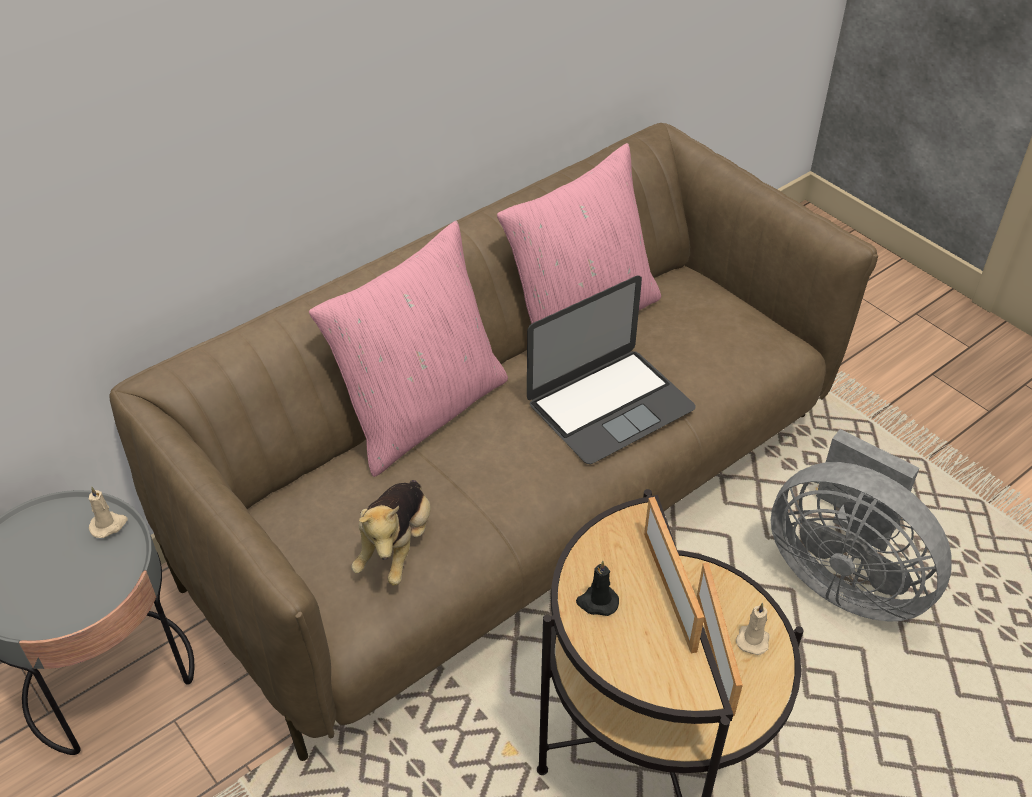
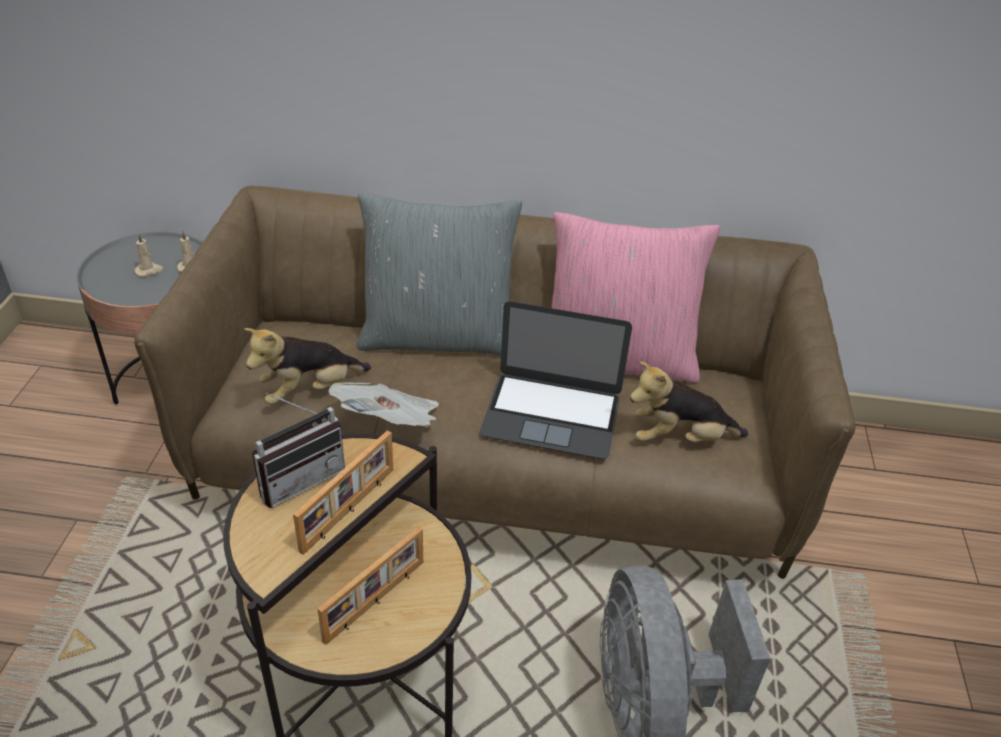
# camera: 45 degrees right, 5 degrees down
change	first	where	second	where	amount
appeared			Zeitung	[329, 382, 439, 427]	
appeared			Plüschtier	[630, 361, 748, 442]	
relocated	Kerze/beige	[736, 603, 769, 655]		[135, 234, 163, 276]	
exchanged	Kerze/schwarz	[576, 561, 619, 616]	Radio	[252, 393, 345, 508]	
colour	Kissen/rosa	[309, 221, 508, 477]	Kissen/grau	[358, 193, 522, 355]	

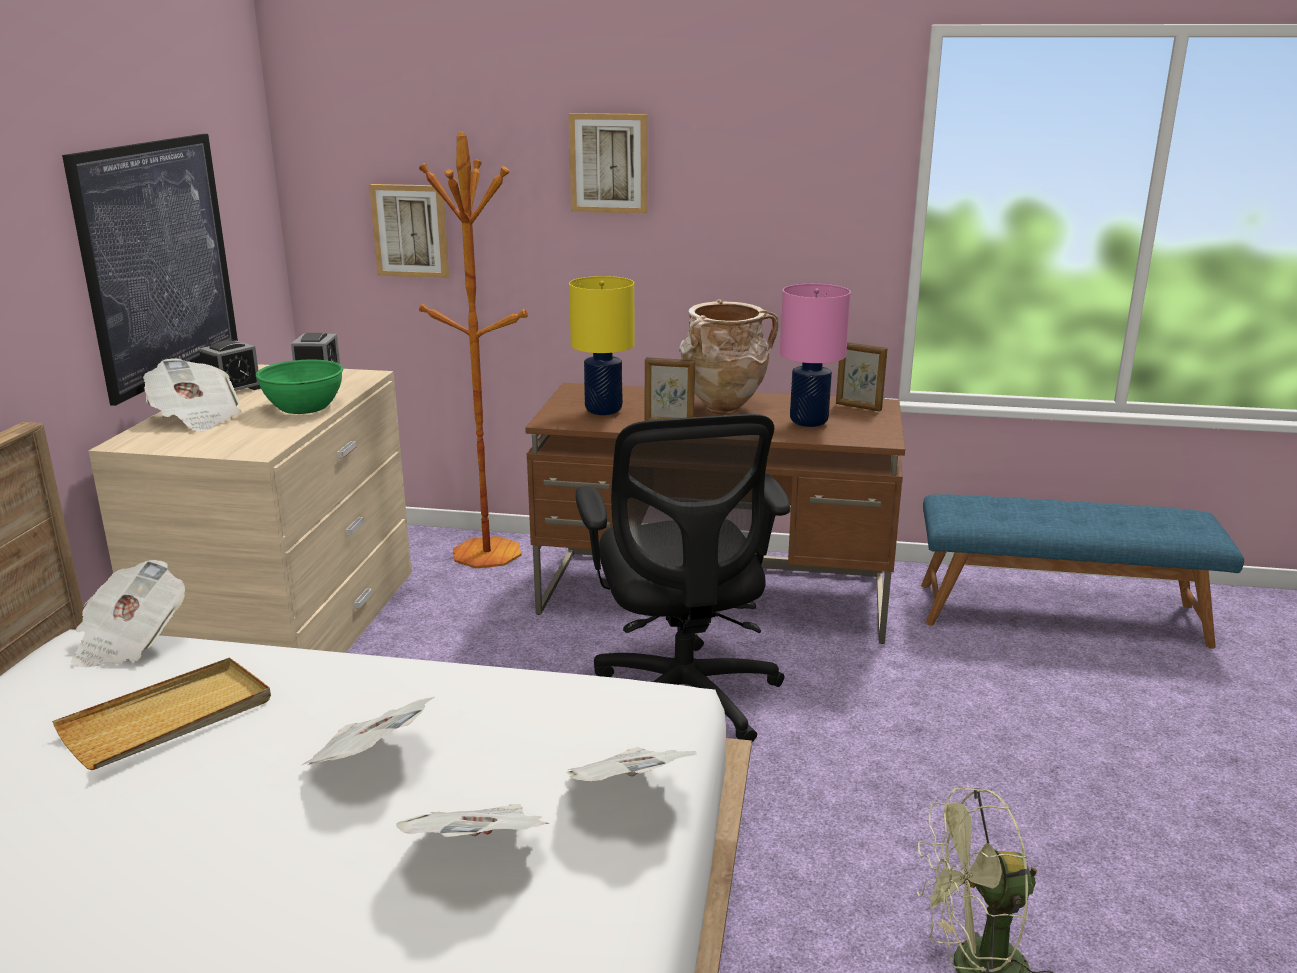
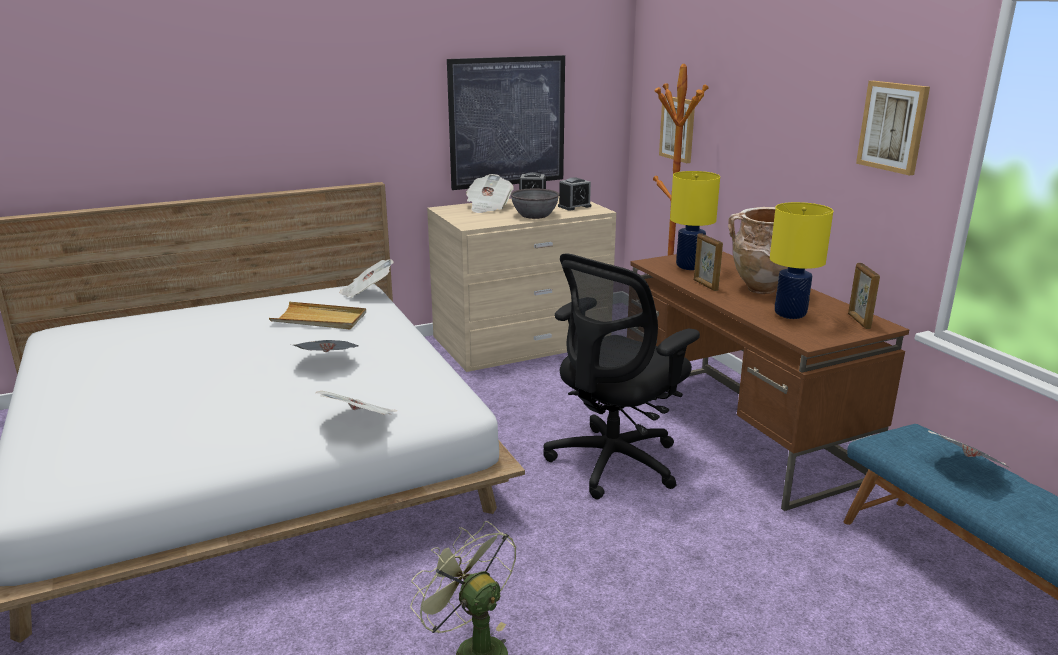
# camera: 55 degrees right, 0 degrees up
change	first	where	second	where	amount
relocated	Zeitung	[396, 804, 549, 837]		[928, 431, 1010, 468]	
relocated	Bild	[569, 113, 648, 214]		[856, 81, 930, 176]	
colour	Schüssel/grün	[256, 360, 343, 414]	Schüssel/grau	[510, 188, 559, 219]	
colour	Tischlampe/rosa	[780, 284, 851, 427]	Tischlampe/gelb	[770, 202, 833, 319]	

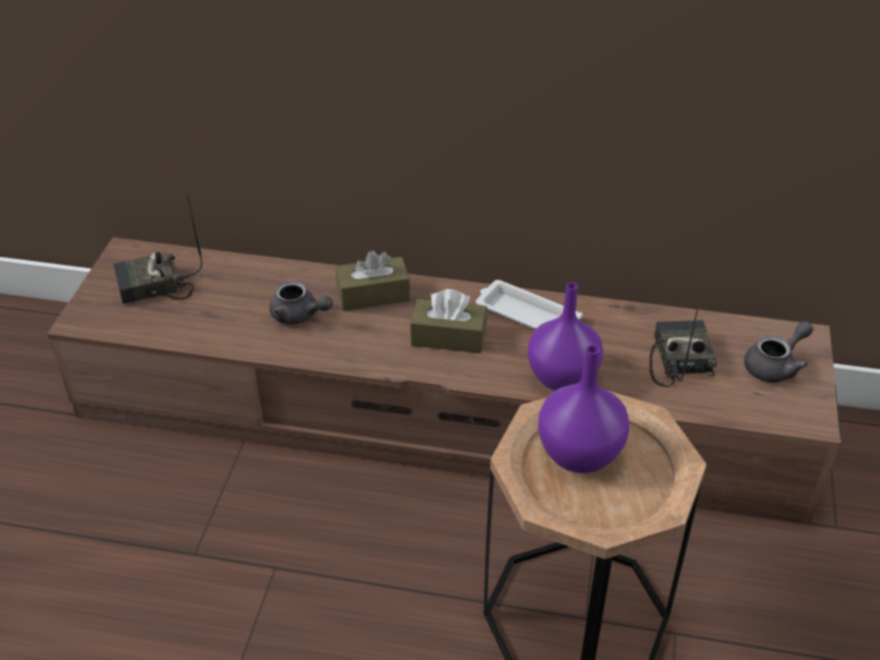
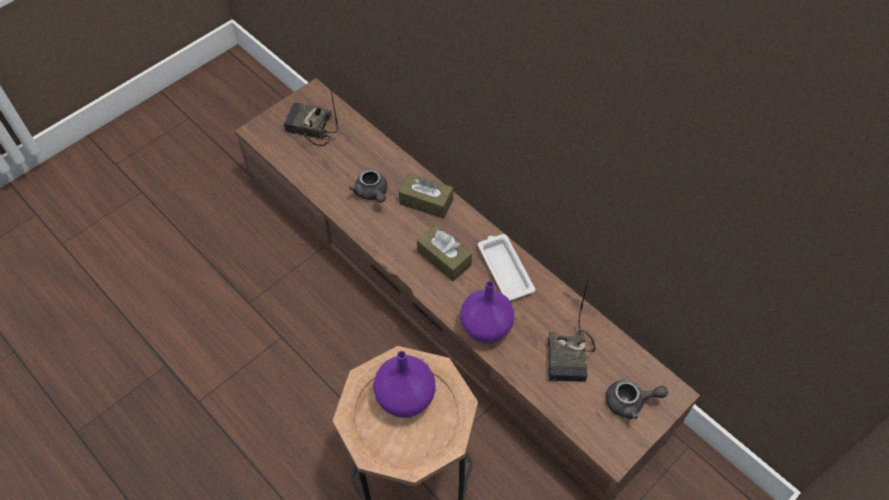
# camera: 35 degrees right, 15 degrees up
change	first	where	second	where	amount
spun	Radio	[649, 304, 717, 387]		[548, 281, 596, 382]	150 degrees clockwise

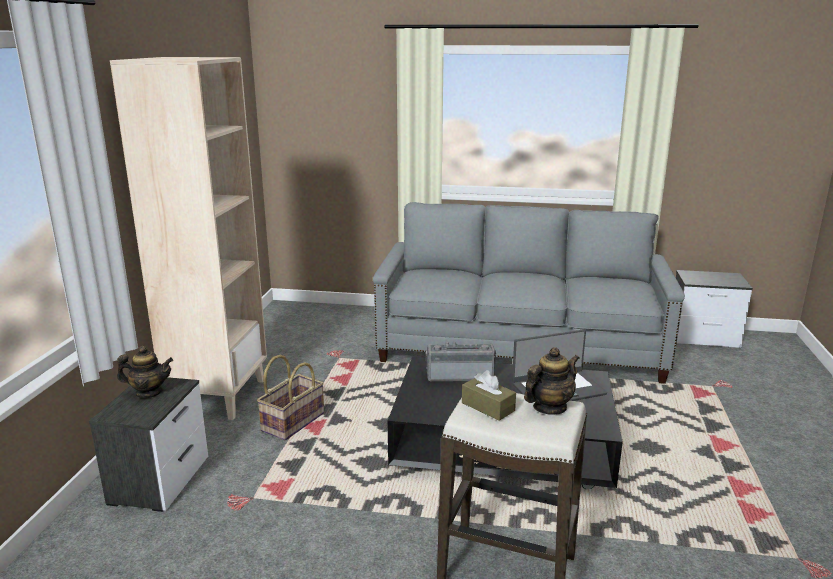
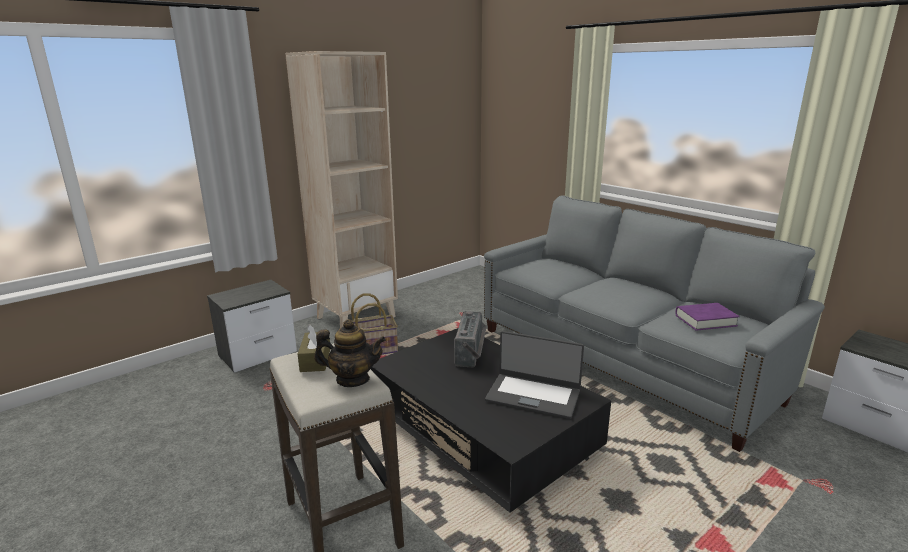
# camera: 40 degrees right, 0 degrees up
change	first	where	second	where	amount
missing	Teekanne	[117, 346, 173, 398]			
appeared			Buch/lila	[675, 303, 740, 331]	
spun	Radio	[426, 342, 496, 381]		[454, 311, 487, 367]	60 degrees clockwise

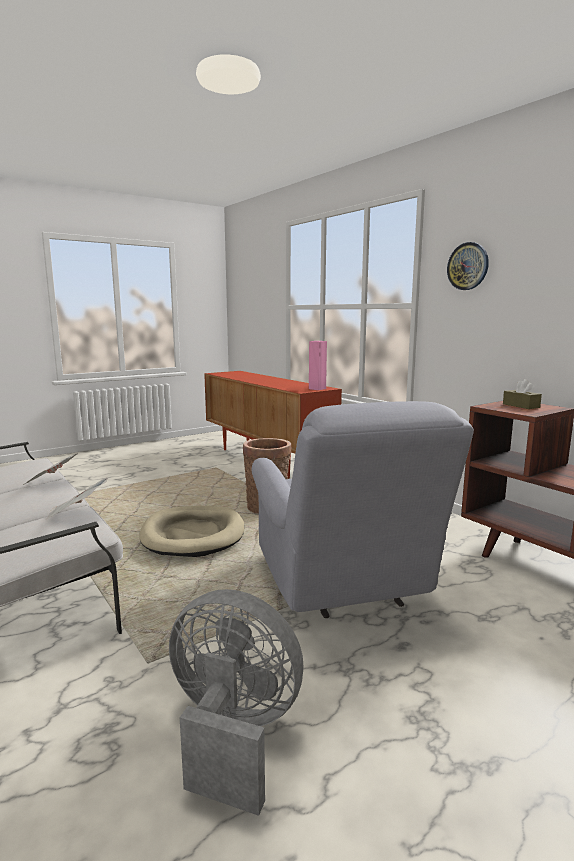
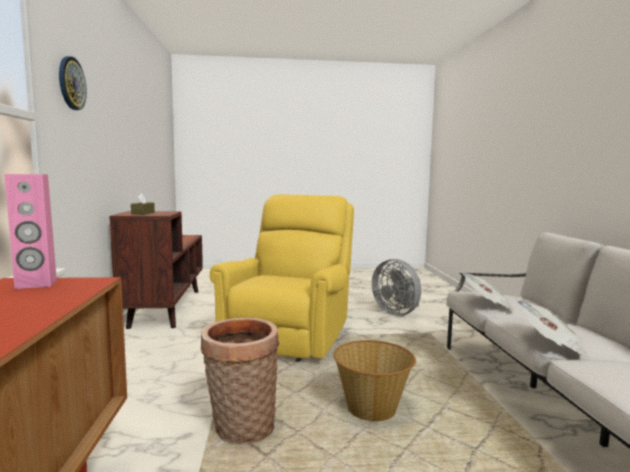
# camera: 150 degrees left, 5 degrees down
change	first	where	second	where	amount
exchanged	Hundebett/beige	[139, 506, 245, 557]	Korb	[333, 340, 416, 421]	
colour	Sessel/grau	[252, 401, 474, 618]	Sessel/gelb	[210, 194, 354, 362]	

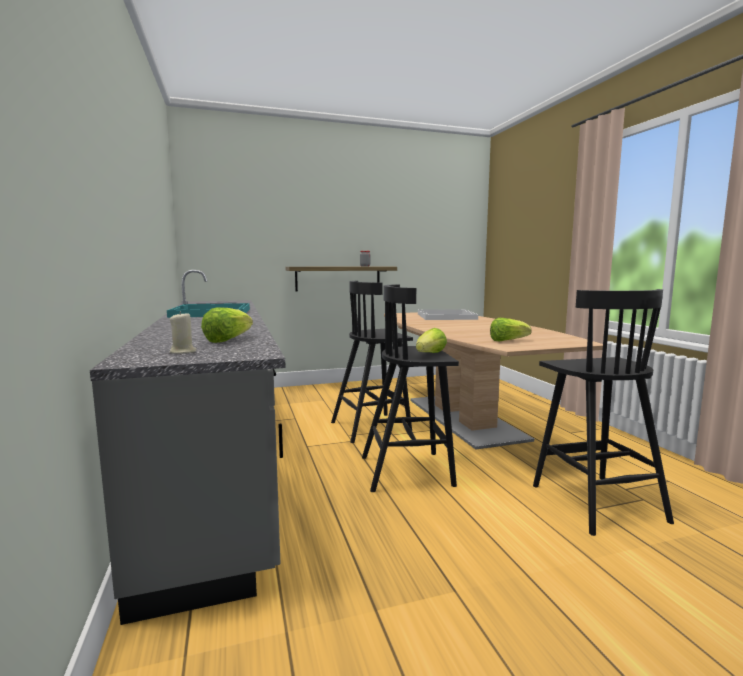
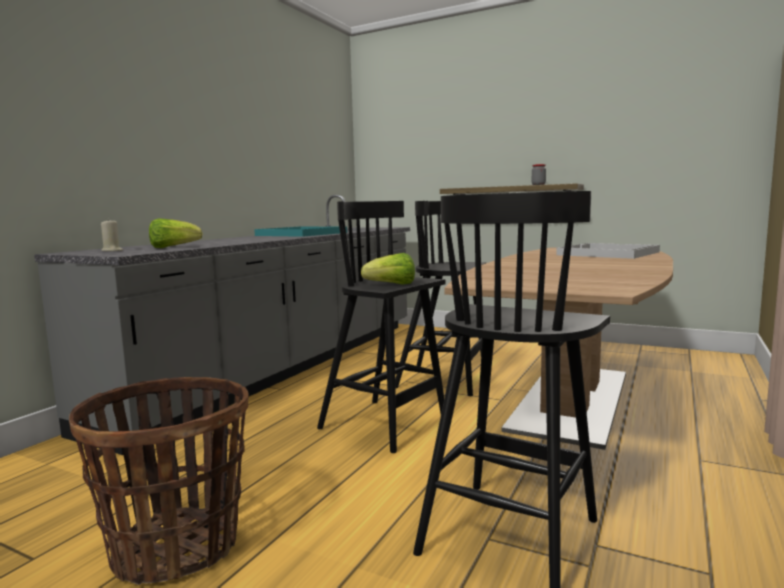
# camera: 45 degrees right, 0 degrees up
change	first	where	second	where	amount
missing	Salatkopf	[490, 318, 532, 341]			
appeared			Korb	[69, 377, 249, 585]	

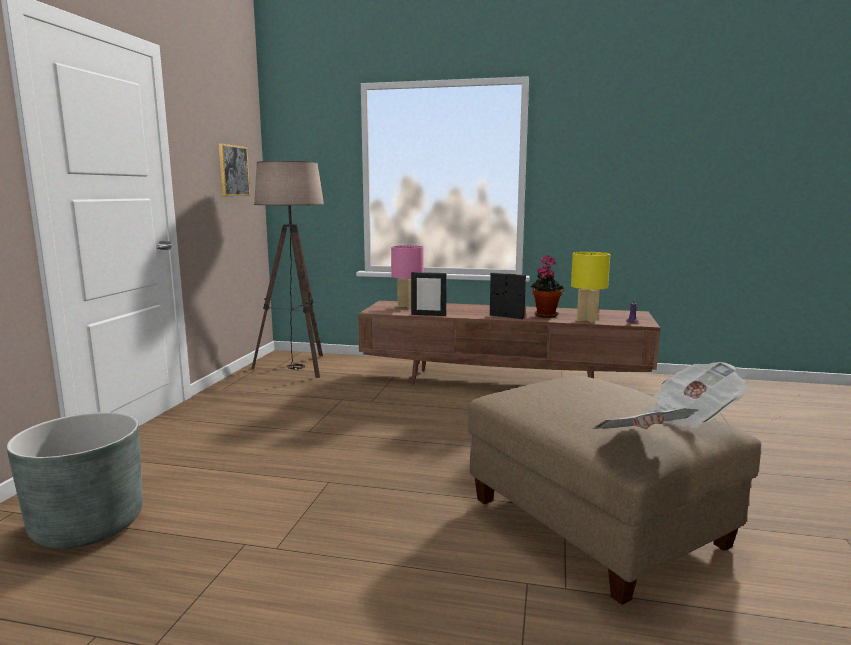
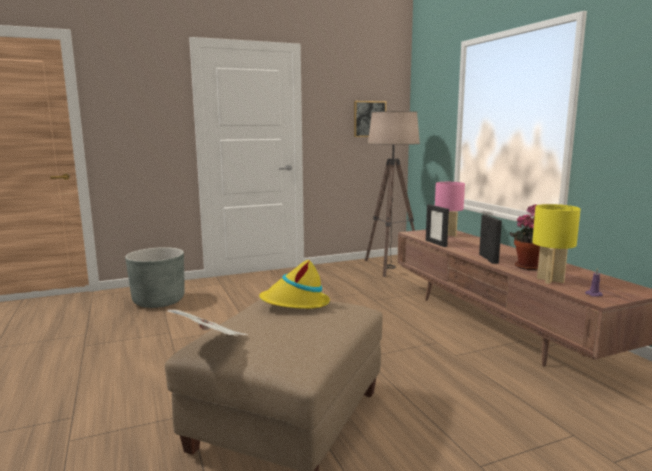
# camera: 55 degrees right, 0 degrees up
change	first	where	second	where	amount
missing	Zeitung	[647, 362, 747, 428]			
appeared			Hut/gelb	[259, 260, 330, 309]	

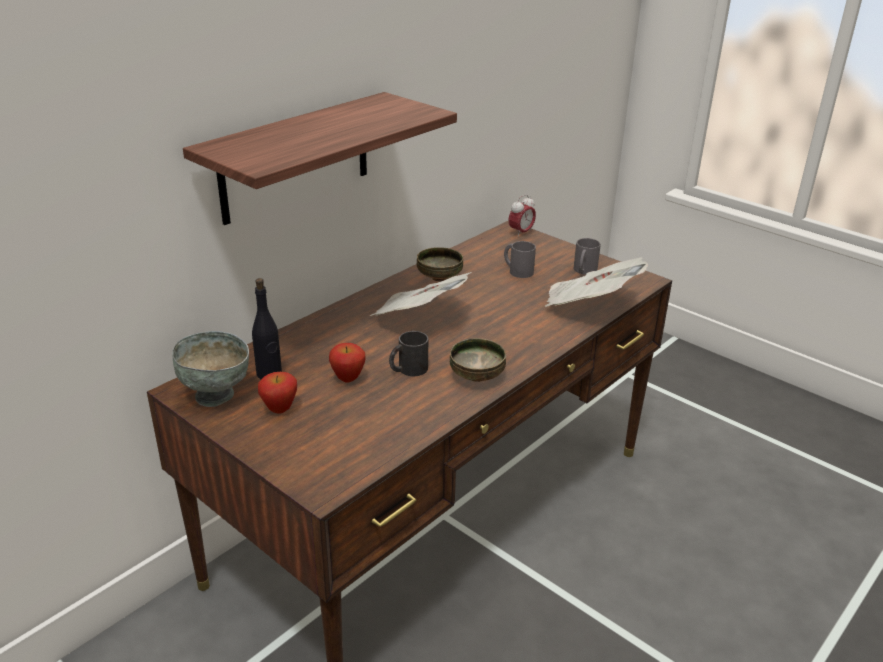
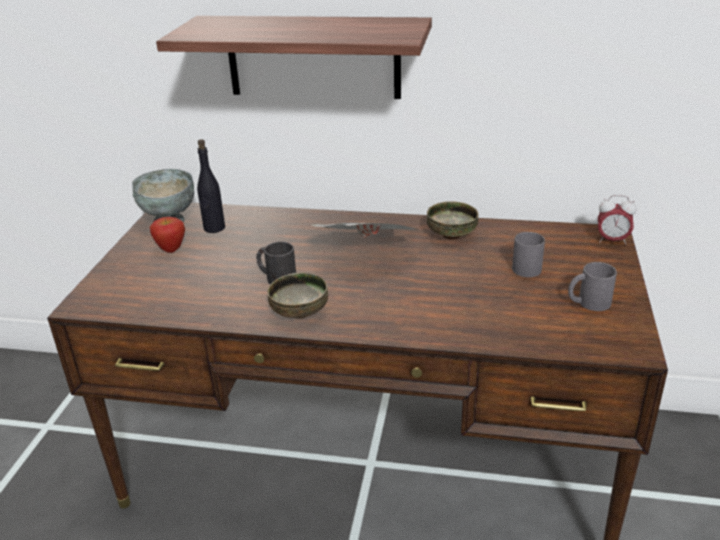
# camera: 60 degrees right, 0 degrees up
change	first	where	second	where	amount
missing	Apfel	[329, 343, 366, 383]			
missing	Zeitung	[545, 258, 648, 307]			

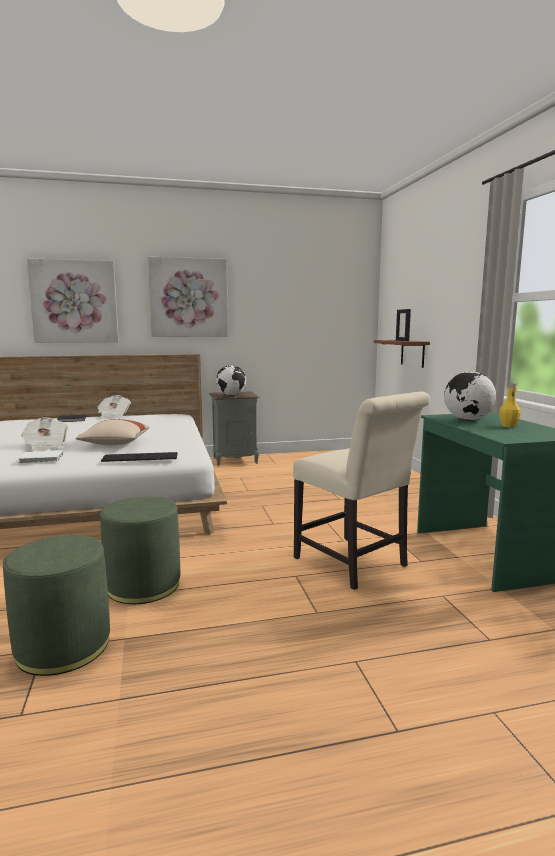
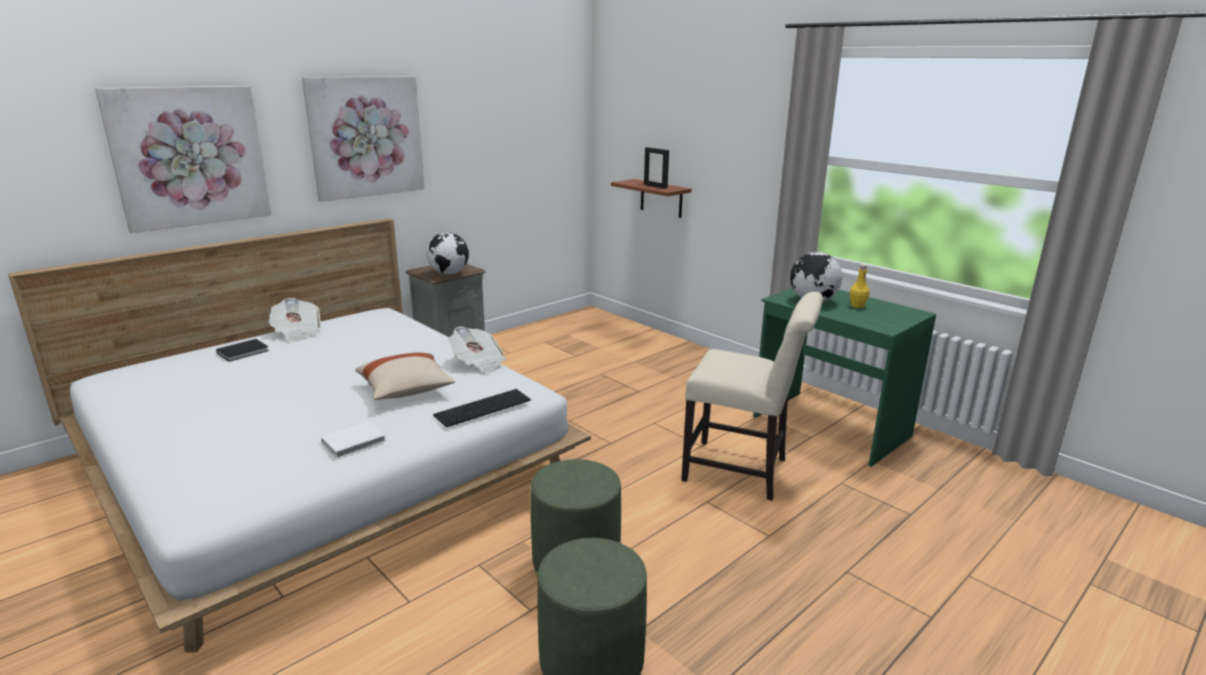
# camera: 30 degrees left, 10 degrees up
change	first	where	second	where	amount
relocated	Zeitung	[21, 417, 68, 452]		[448, 326, 506, 373]	

